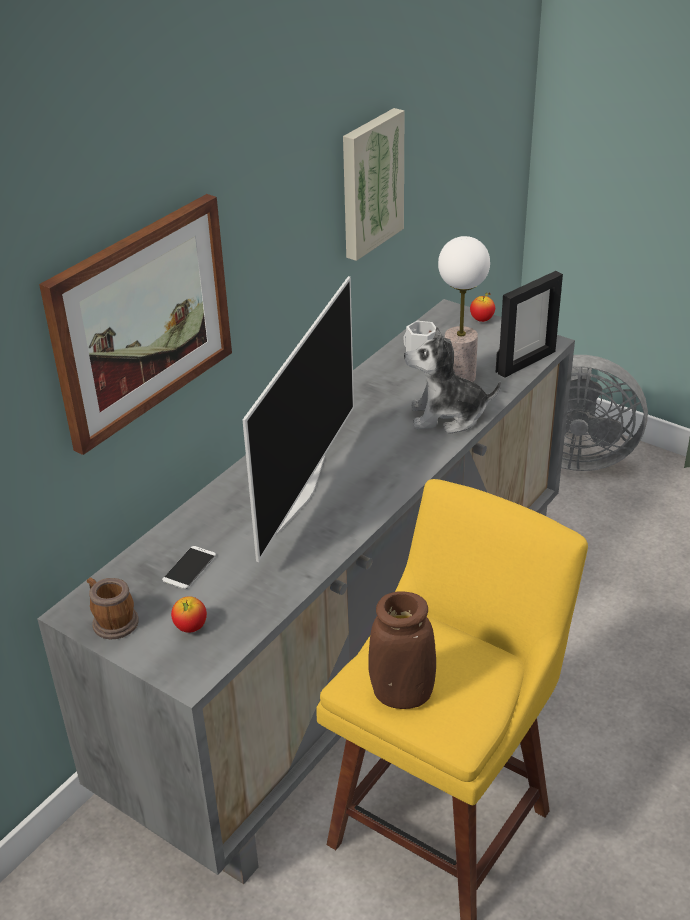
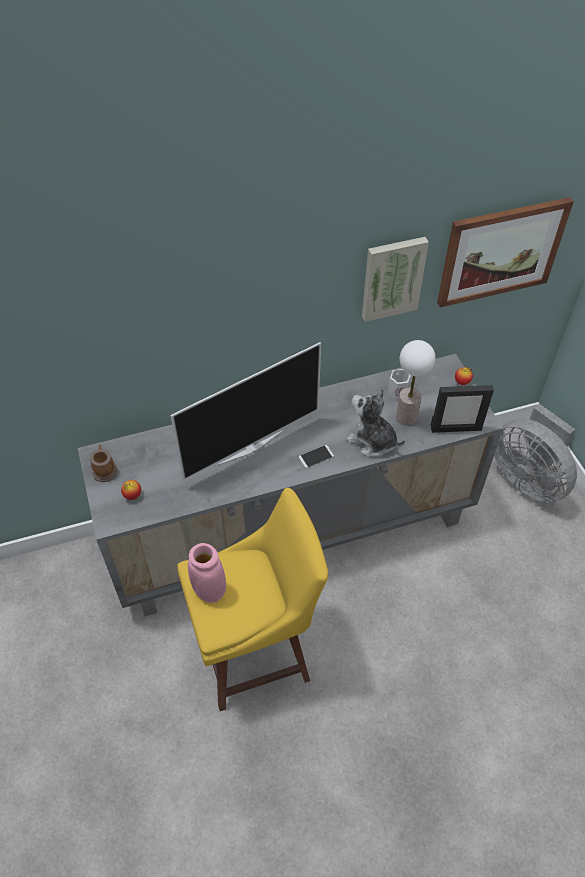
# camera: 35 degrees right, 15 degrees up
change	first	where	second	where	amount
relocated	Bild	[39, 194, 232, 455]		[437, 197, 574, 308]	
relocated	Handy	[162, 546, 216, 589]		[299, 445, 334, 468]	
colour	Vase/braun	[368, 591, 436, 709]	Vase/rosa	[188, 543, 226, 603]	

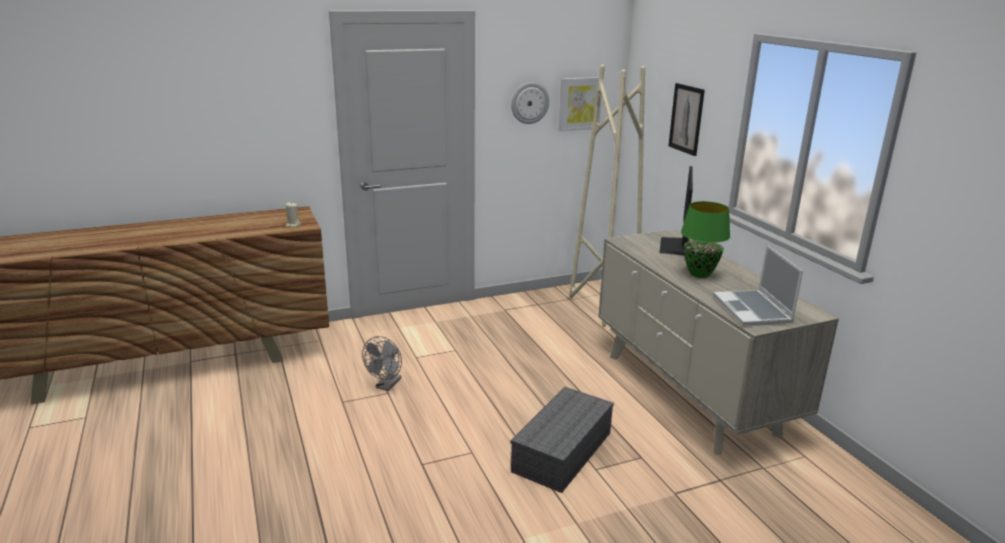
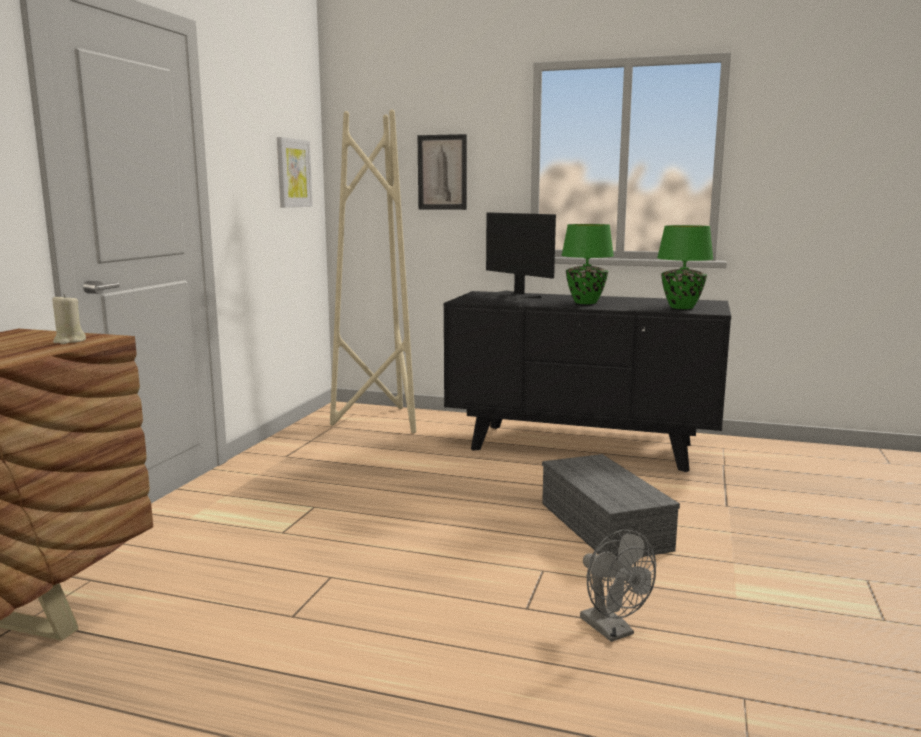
# camera: 50 degrees left, 10 degrees down
change	first	where	second	where	amount
missing	Wanduhr	[511, 82, 549, 124]			
relocated	Ventilator/grau	[362, 336, 402, 391]		[580, 529, 656, 642]	
exchanged	Laptop	[713, 245, 803, 325]	Tischlampe/grün	[657, 225, 713, 309]	
colour	Kommode/beige	[598, 229, 839, 455]	Kommode/schwarz	[443, 291, 731, 472]	

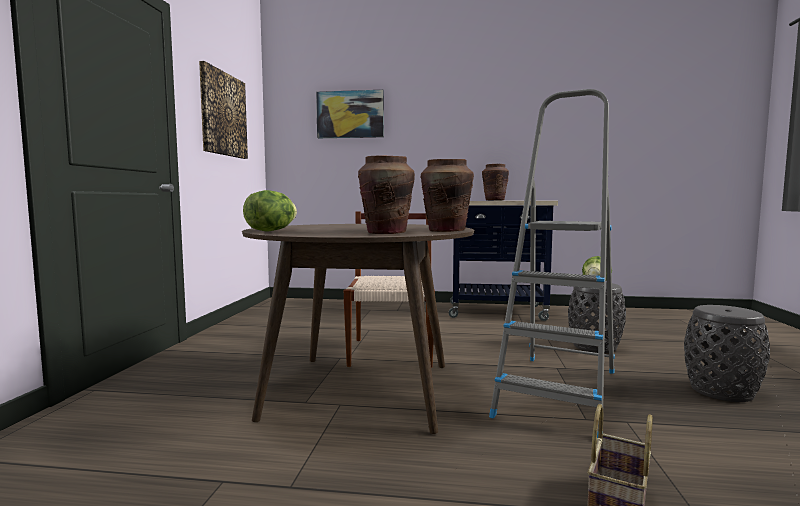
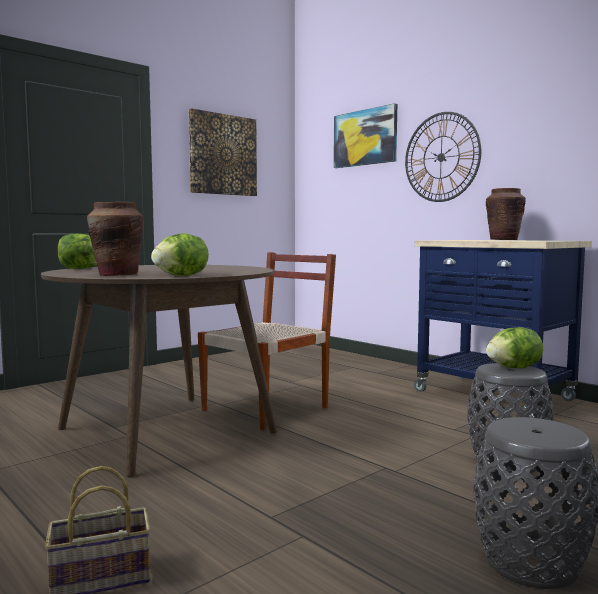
# camera: 40 degrees right, 0 degrees up
change	first	where	second	where	amount
missing	Trittleiter/grau	[489, 89, 615, 441]			
appeared			Wanduhr	[405, 112, 481, 202]	
exchanged	Vase/braun	[420, 159, 474, 232]	Salatkopf	[151, 233, 209, 276]	

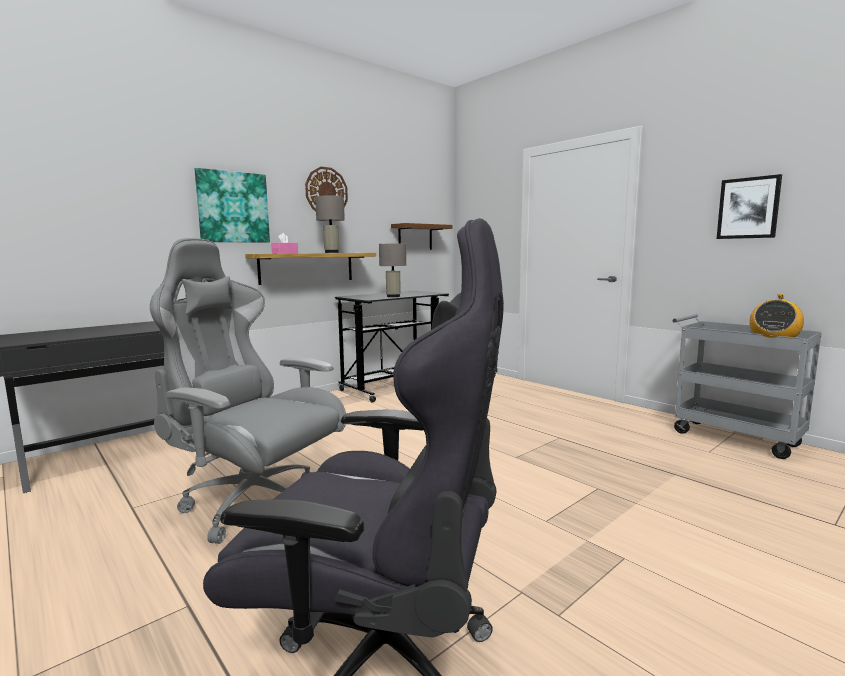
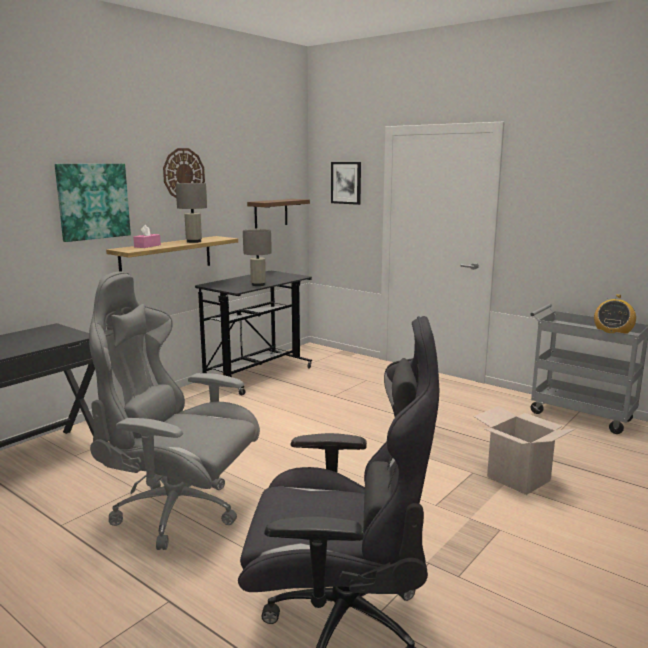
# camera: 10 degrees left, 5 degrees up
change	first	where	second	where	amount
appeared			Karton	[474, 406, 576, 495]	
relocated	Bild	[716, 174, 782, 239]		[331, 162, 361, 205]	

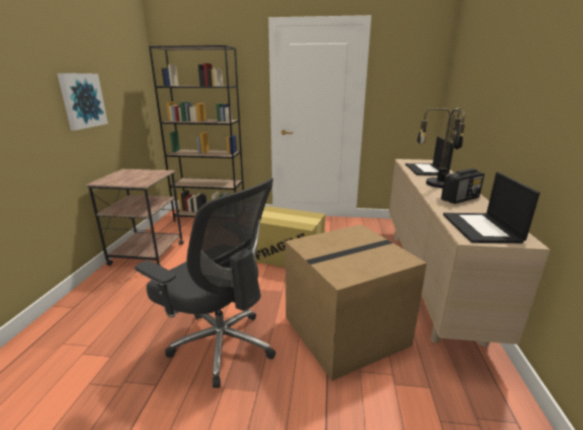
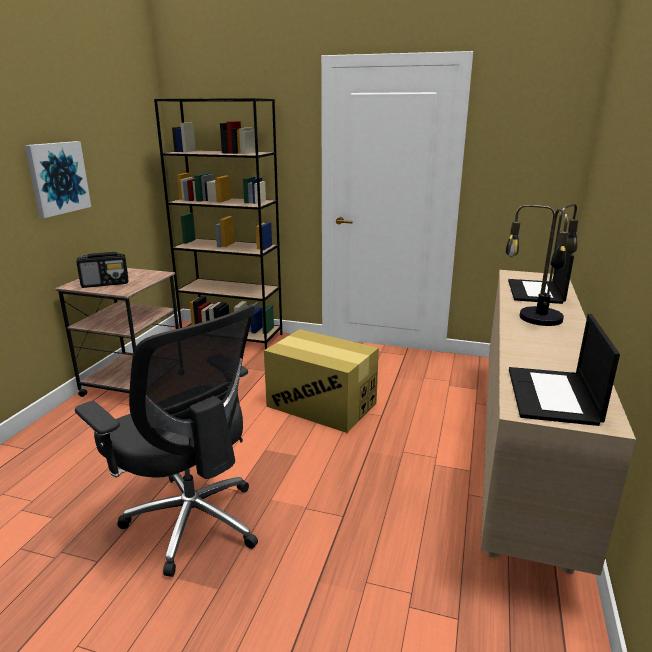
# camera: 10 degrees right, 0 degrees up
change	first	where	second	where	amount
missing	Karton	[285, 224, 427, 381]			
relocated	Radio	[441, 168, 484, 204]		[76, 252, 128, 288]	

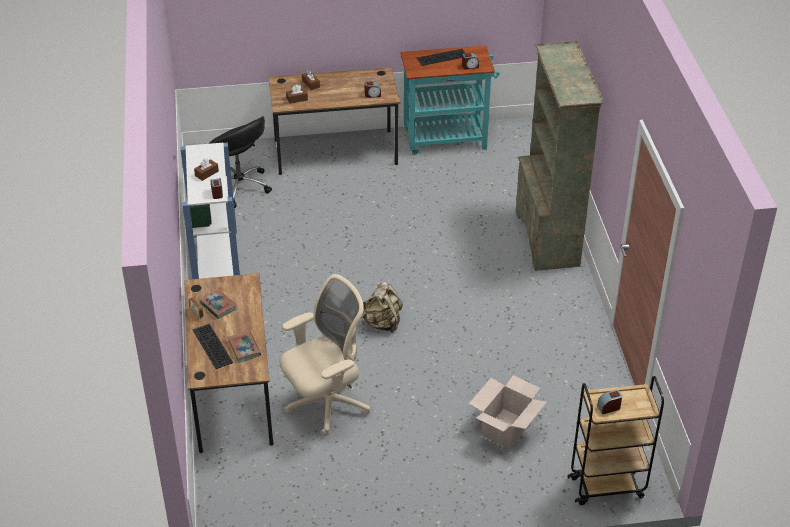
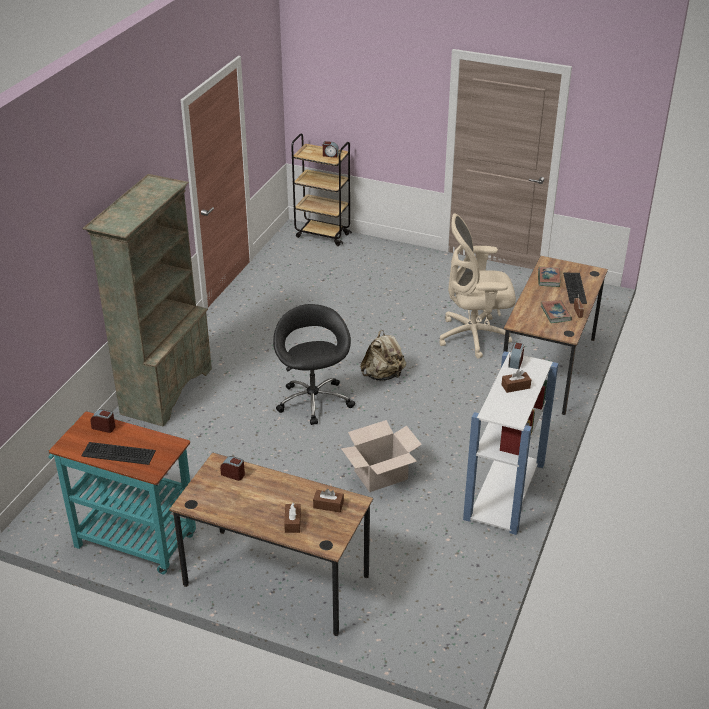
# camera: 150 degrees left, 5 degrees down
change	first	where	second	where	amount
relocated	Bürostuhl/schwarz	[209, 116, 272, 208]		[273, 304, 355, 425]	
relocated	Karton	[469, 375, 547, 449]		[341, 420, 422, 492]	

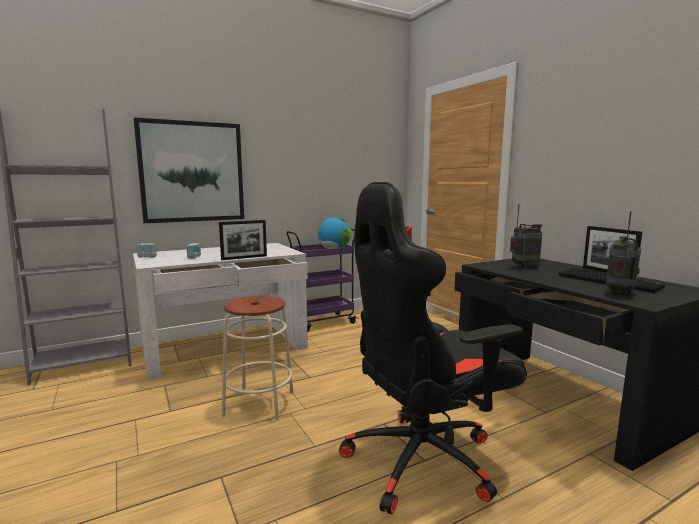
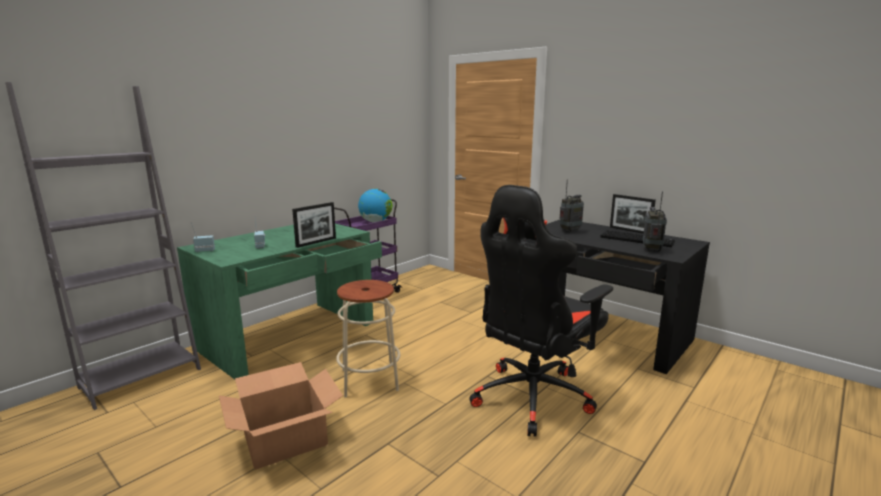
# camera: 20 degrees left, 5 degrees up
change	first	where	second	where	amount
missing	Bild	[134, 117, 244, 223]			
appeared			Karton	[219, 362, 343, 470]	
colour	Schreibtisch/weiß	[133, 243, 308, 381]	Schreibtisch/grün	[177, 224, 382, 379]	

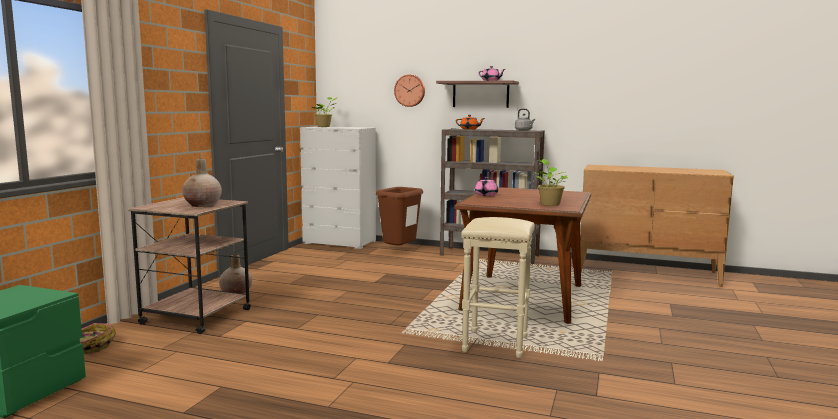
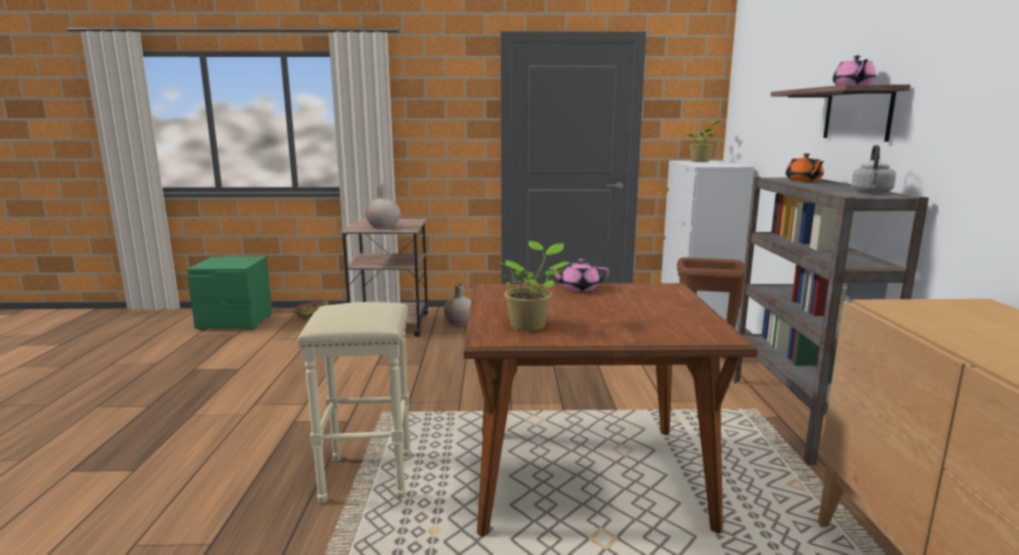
# camera: 70 degrees right, 5 degrees up
change	first	where	second	where	amount
missing	Wanduhr	[394, 75, 425, 107]			

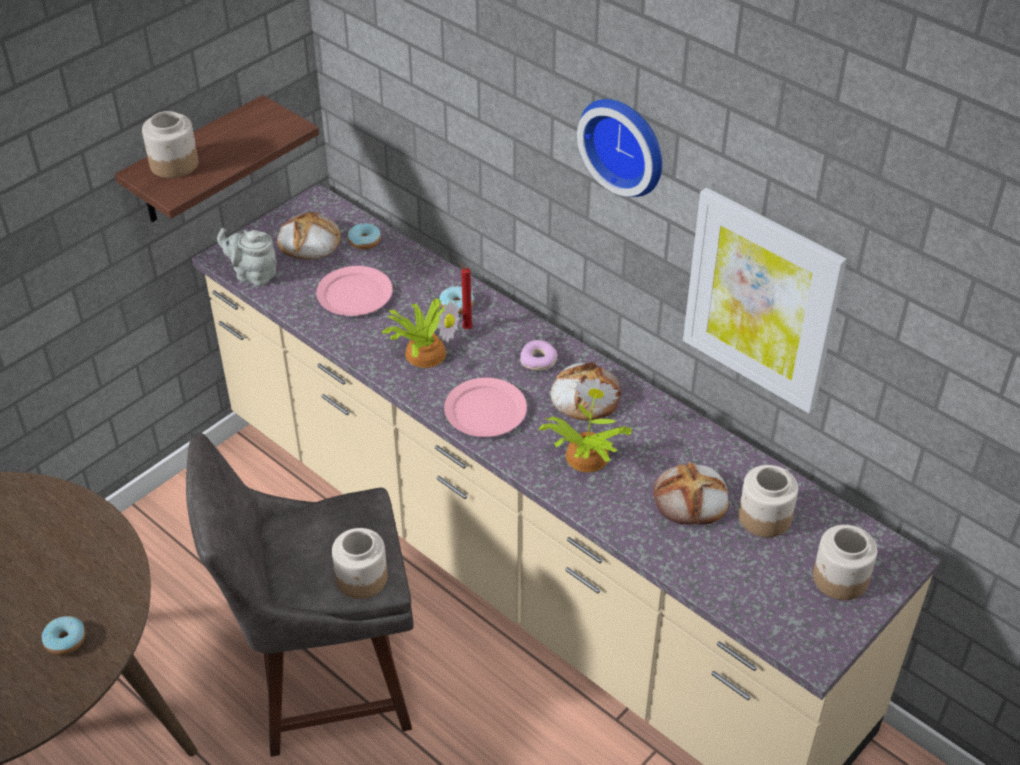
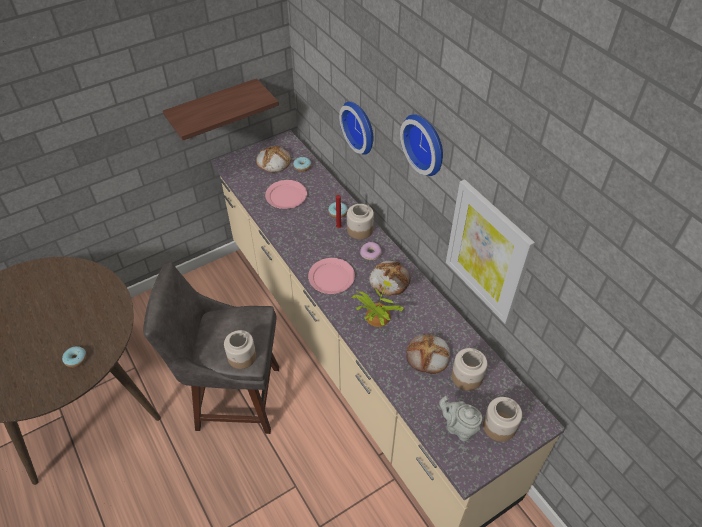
# camera: 15 degrees right, 5 degrees up
change	first	where	second	where	amount
missing	Topfpflanze	[381, 298, 460, 368]			
appeared			Wanduhr	[339, 102, 374, 155]	
relocated	Vorratsglas	[142, 111, 198, 178]		[347, 204, 374, 239]	
relocated	Teekanne/grau	[217, 227, 277, 286]		[439, 396, 482, 442]	

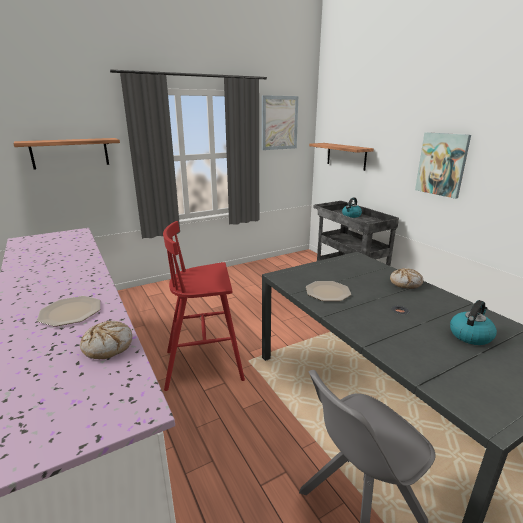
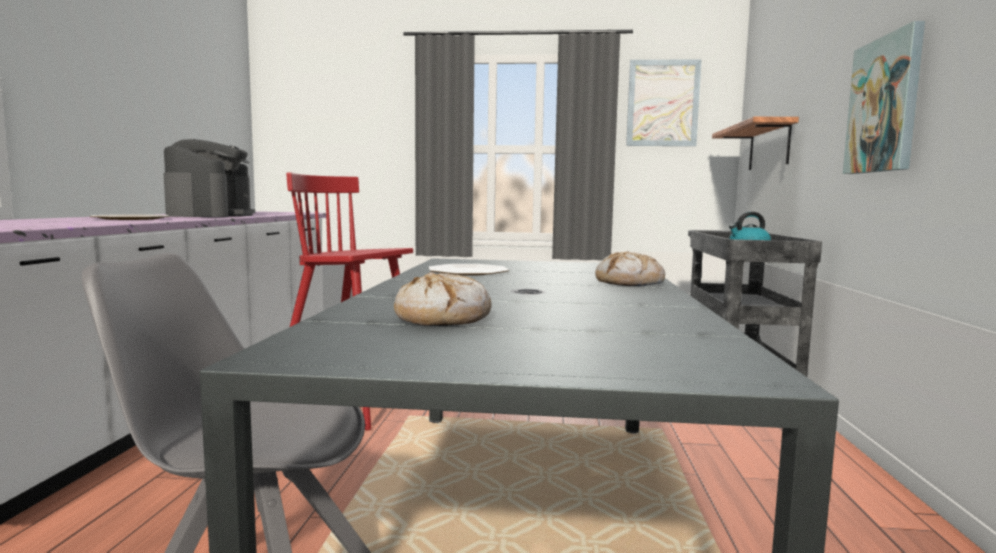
# camera: 35 degrees right, 15 degrees down
change	first	where	second	where	amount
missing	Wandregal	[13, 138, 120, 169]			
missing	Wasserkessel	[450, 300, 497, 345]			
appeared			Kaffeemaschine	[164, 139, 255, 217]	
relocated	Brot	[80, 321, 132, 359]		[394, 272, 491, 326]	

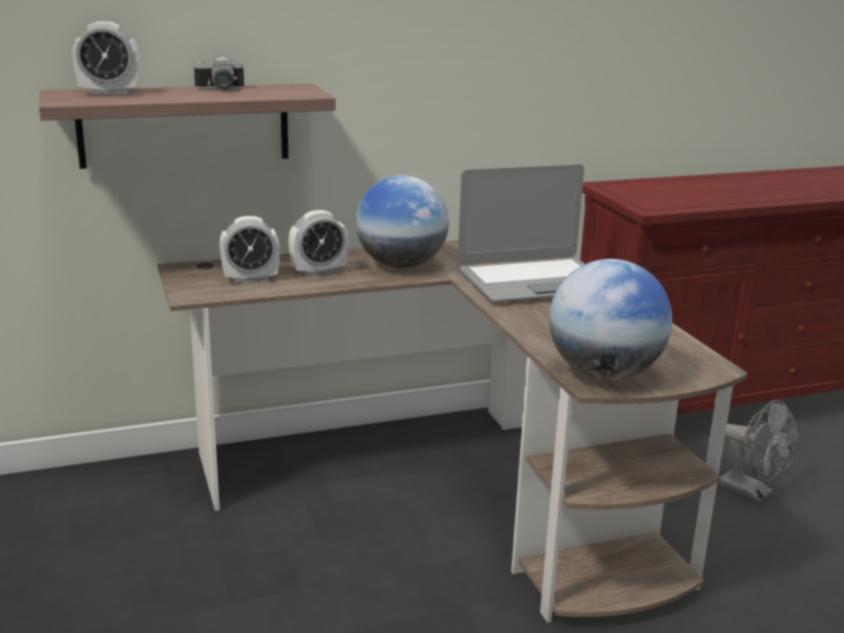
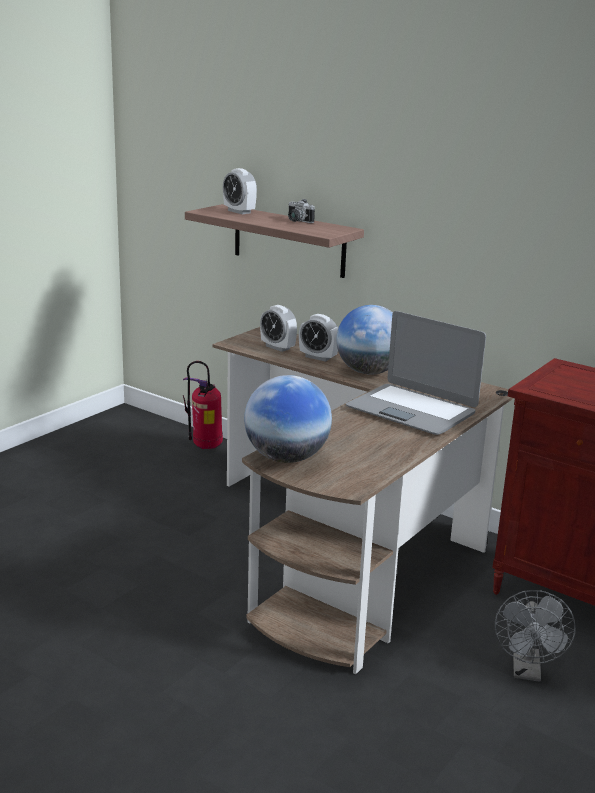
# camera: 55 degrees right, 0 degrees up
change	first	where	second	where	amount
appeared			Feuerlöscher	[183, 361, 223, 449]	

